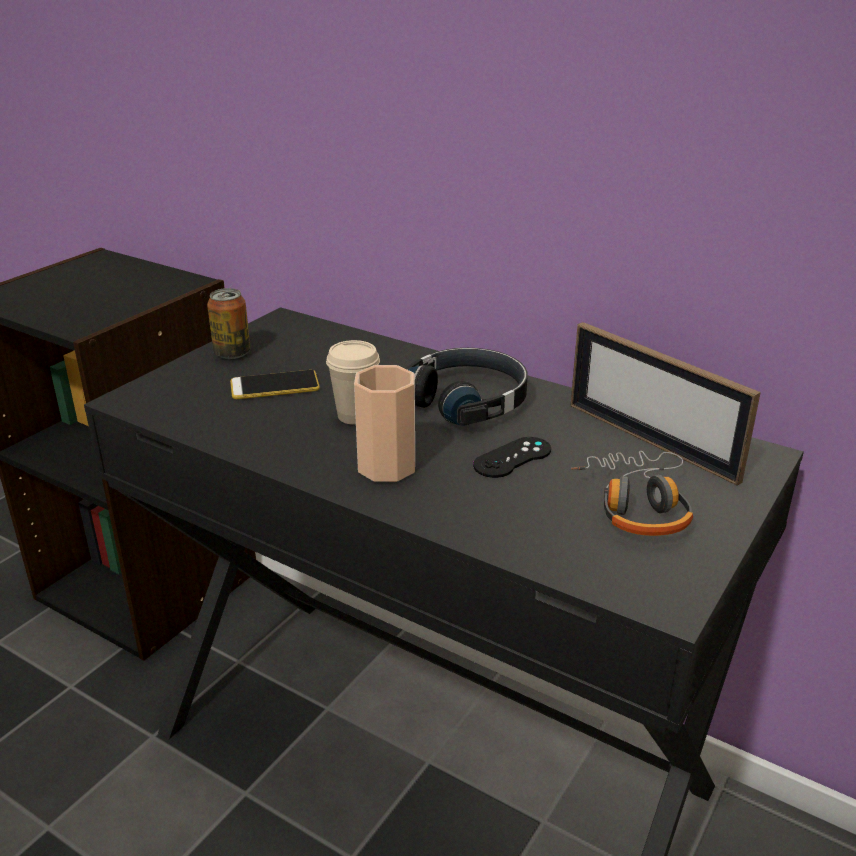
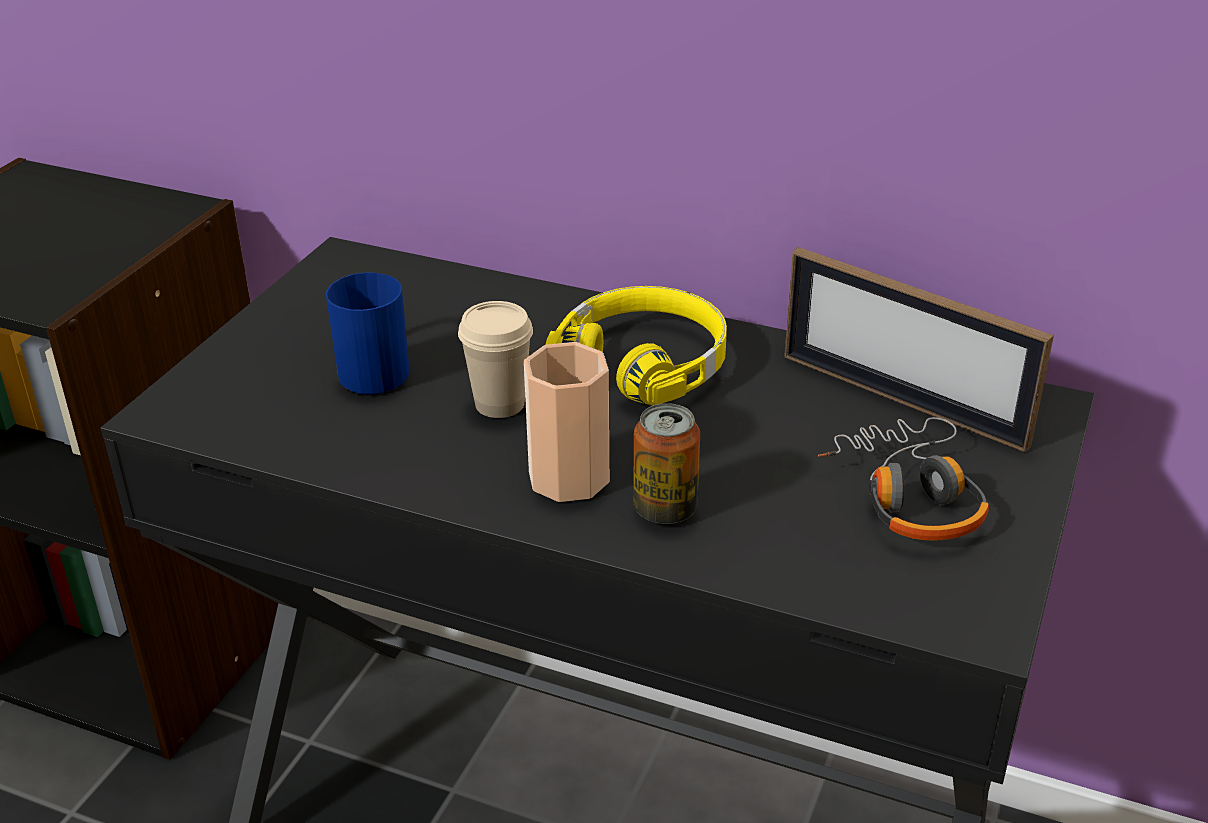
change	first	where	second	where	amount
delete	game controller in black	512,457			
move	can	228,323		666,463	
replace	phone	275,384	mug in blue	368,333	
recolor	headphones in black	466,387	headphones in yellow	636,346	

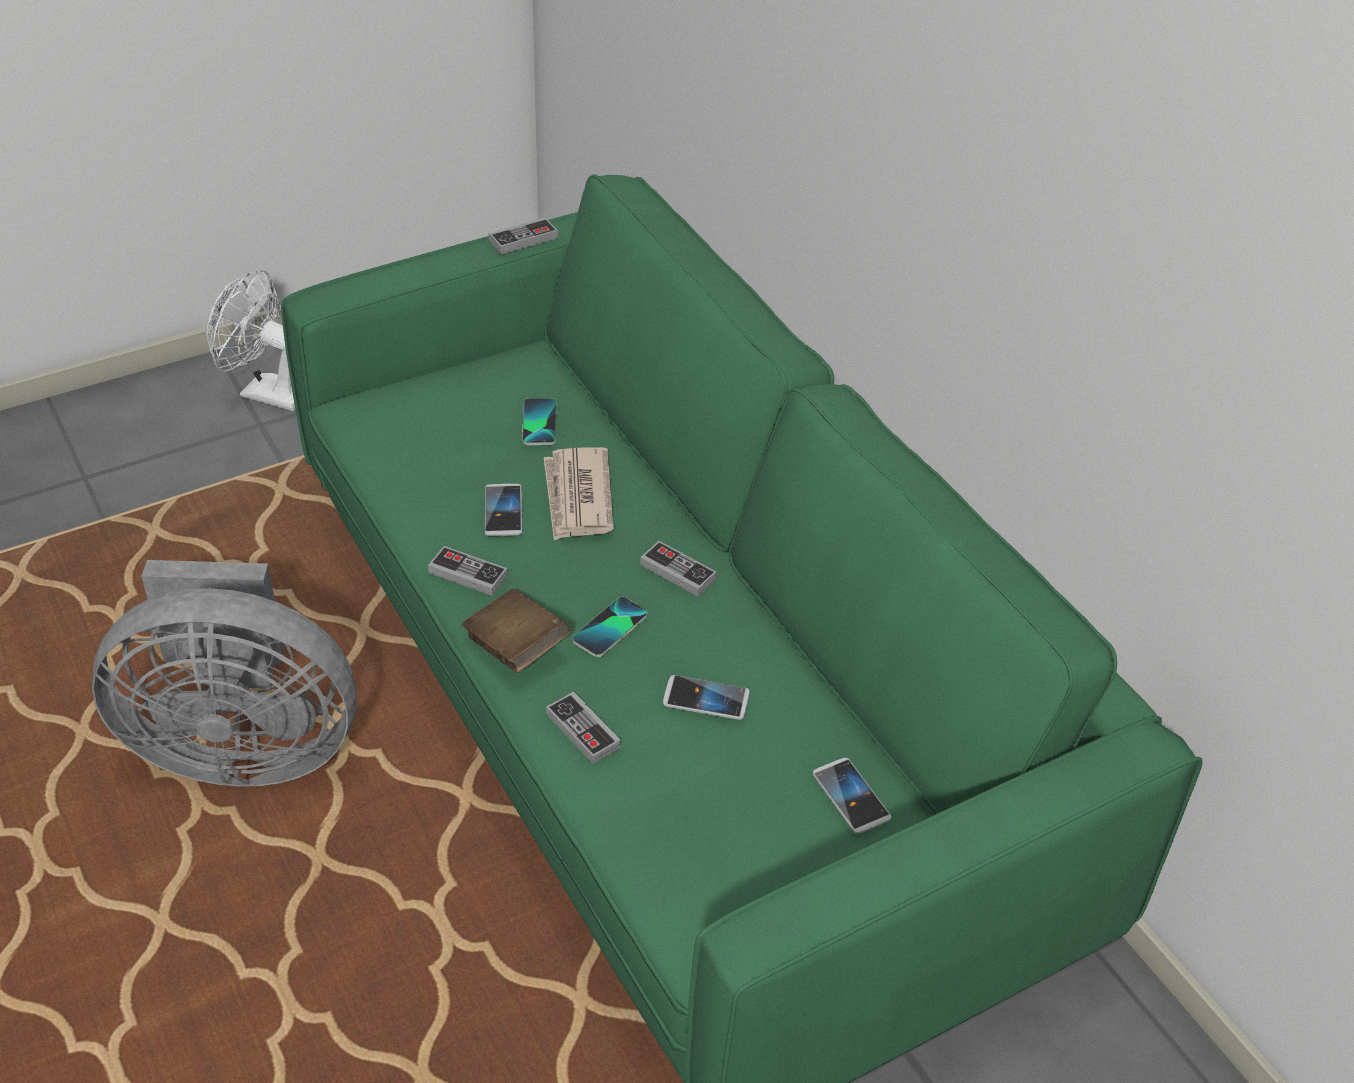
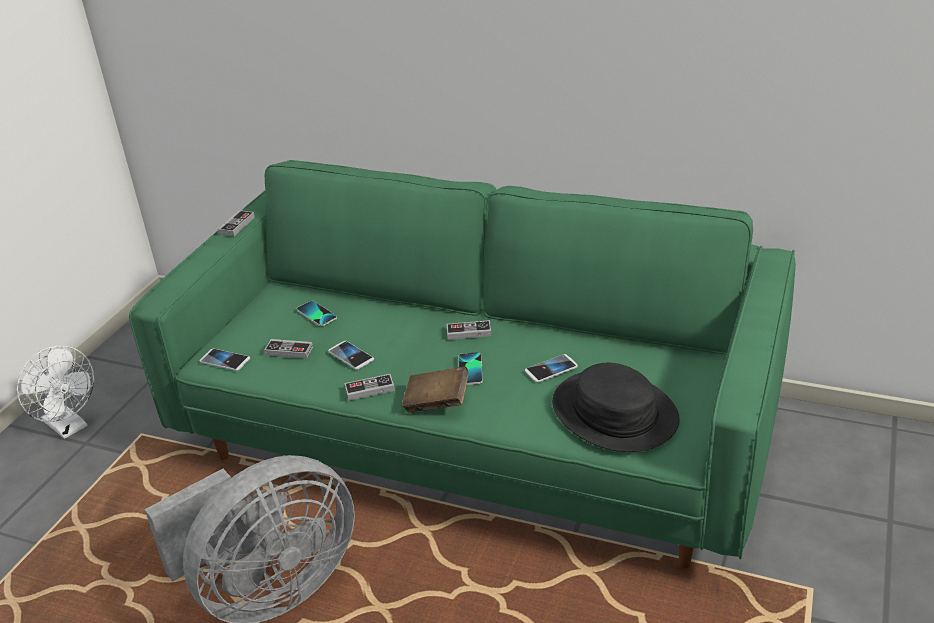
change	first	where	second	where	amount
delete	newspaper	579,494			
insert			hat in black	616,407	
move	game controller	583,727		288,349	
move	phone	852,796		225,359	
rotate	fan in white	250,340		55,392	120 degrees counterclockwise

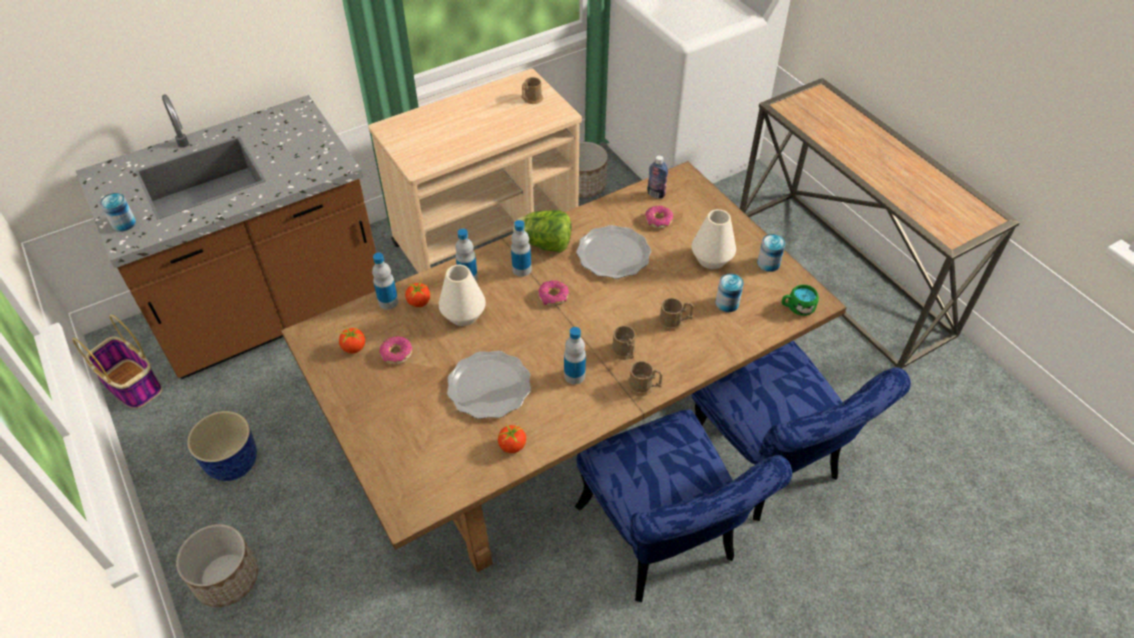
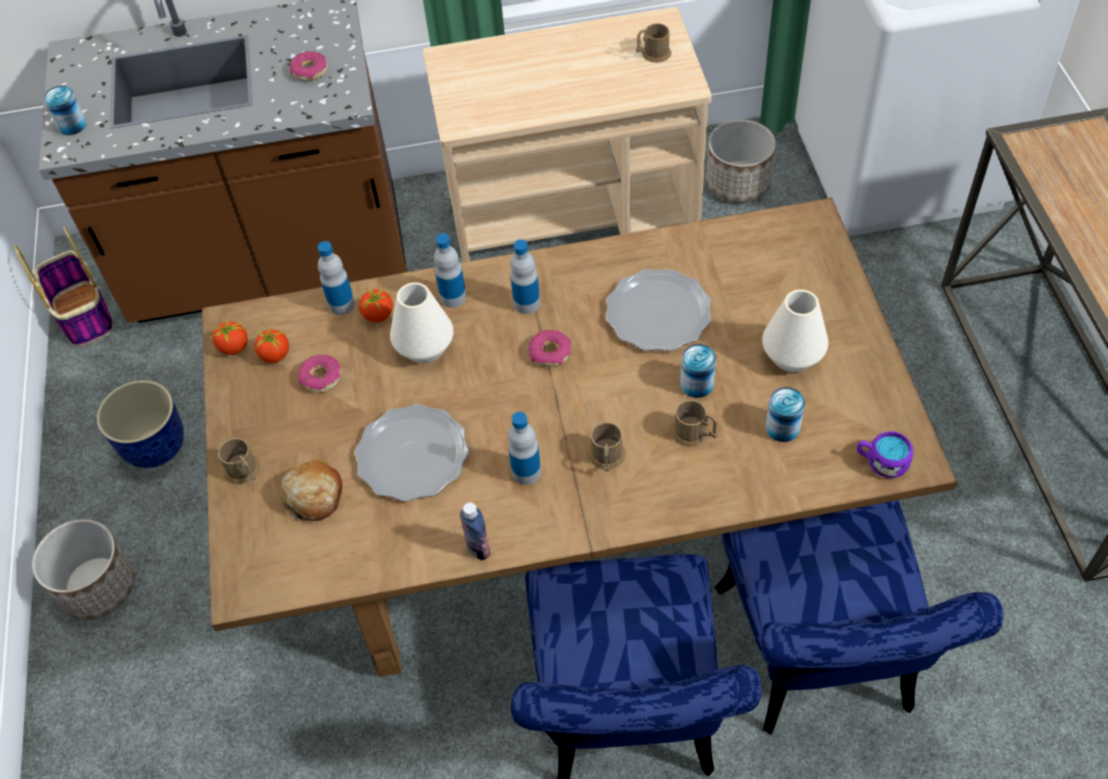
change	first	where	second	where	amount
delete	lettuce	542,231			
insert			bread	310,490	
move	tomato	511,438		227,336	
move	mug in brown	645,378		239,461	
move	donut	659,217		308,66	
move	bottle	657,177		475,531	
move	can	771,253		698,371	
recolor	mug in green	800,300	mug in purple	885,454	

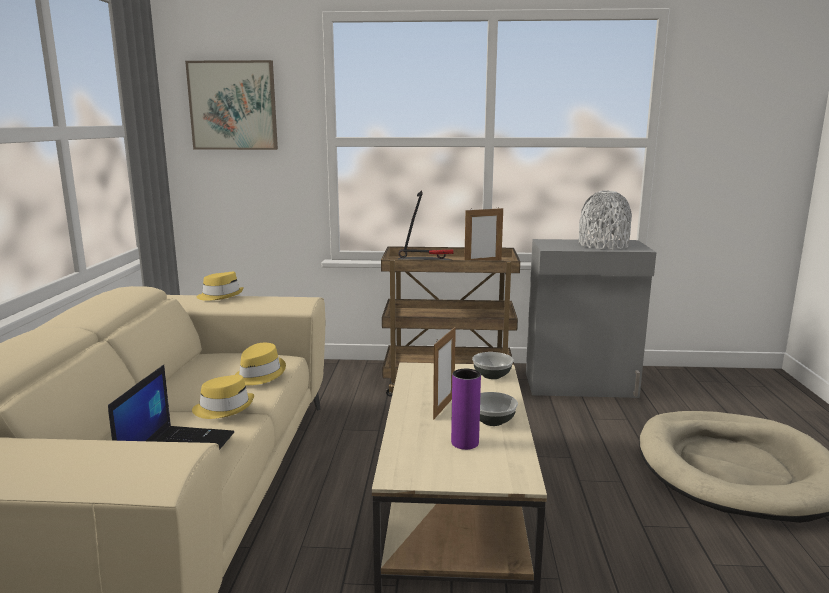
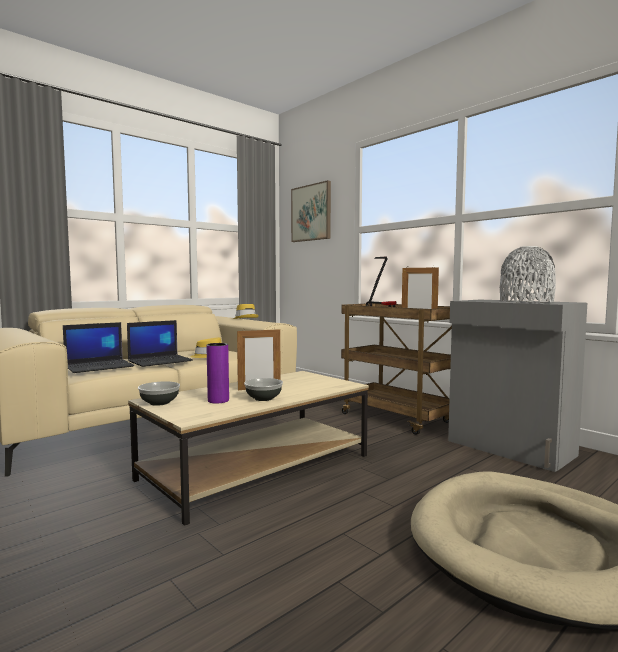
change	first	where	second	where	amount
move	bowl	493,365		159,393	
replace	hat in yellow	223,397	laptop	160,343	

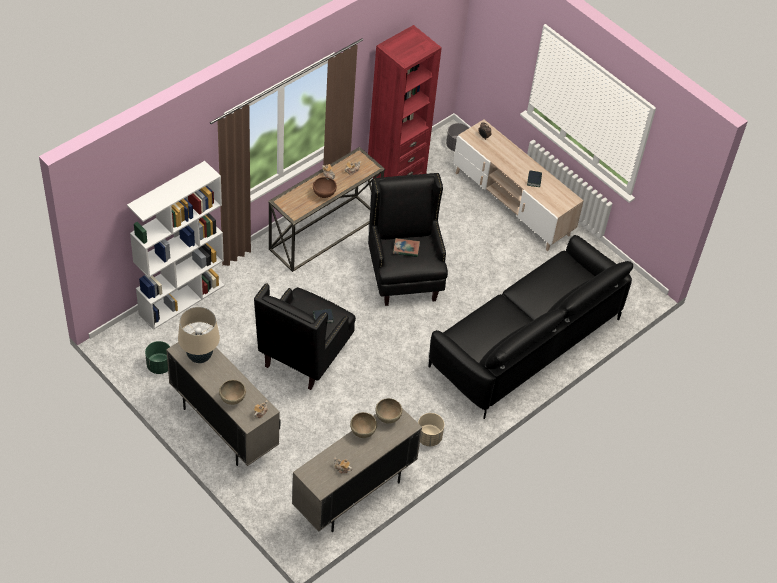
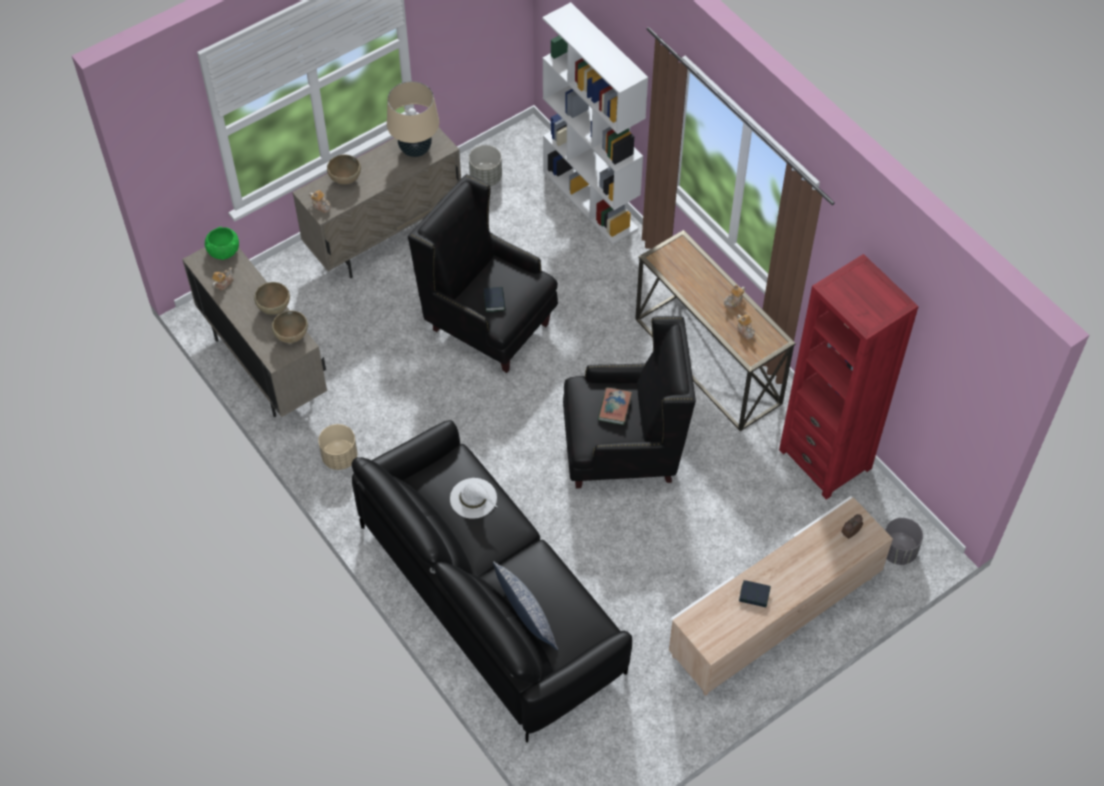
change	first	where	second	where	amount
delete	bowl in brown	325,187			
insert			bowl in green	222,243	
insert			hat in white	473,498	
insert			pillow	525,605	
recolor	planter in green	157,357	planter in grey	485,165	

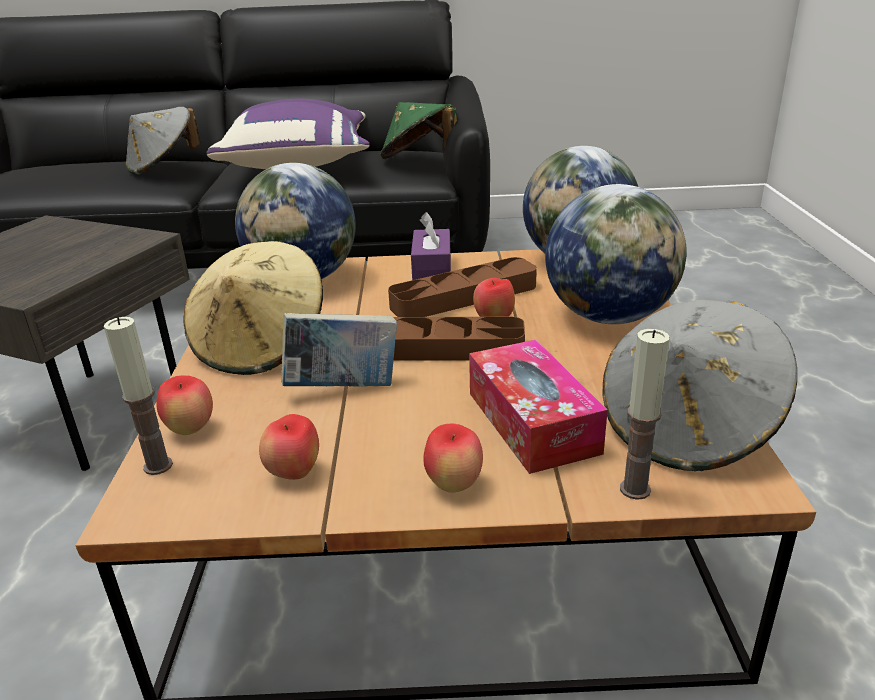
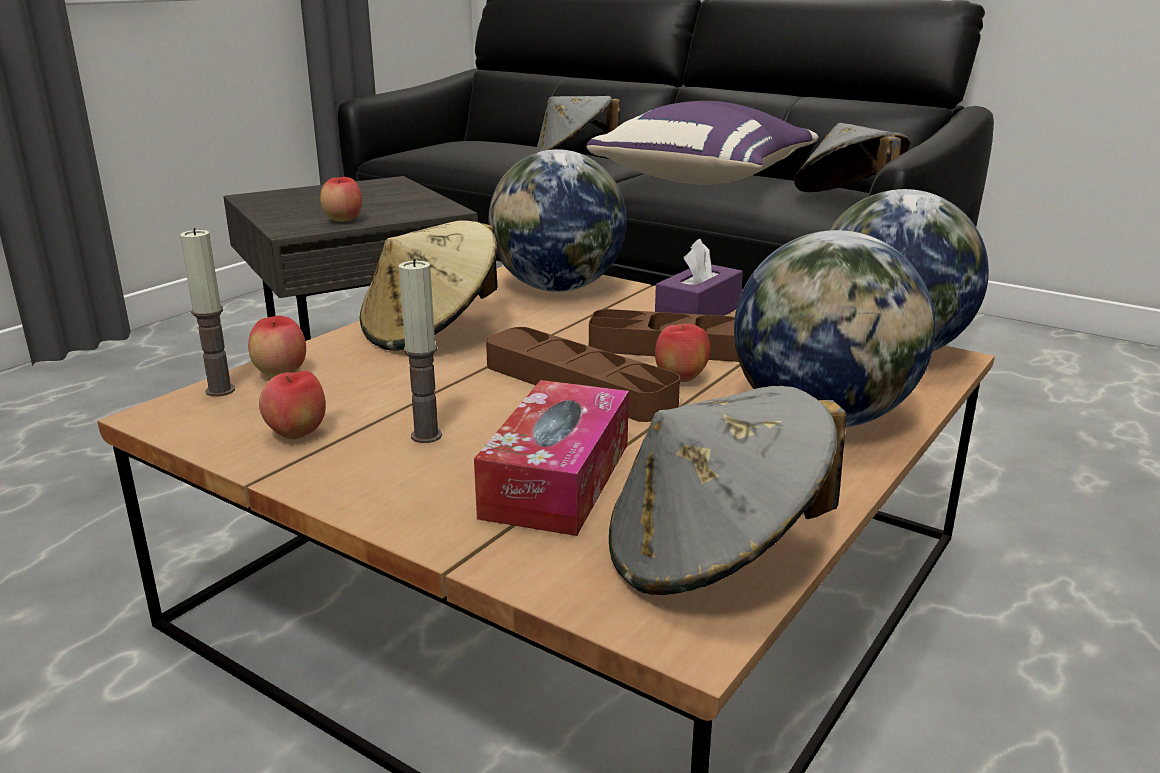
change	first	where	second	where	amount
delete	book	339,350			
move	apple	453,458		341,199	
move	candle	645,414		420,351	
recolor	hat in green	419,130	hat in grey	852,157	

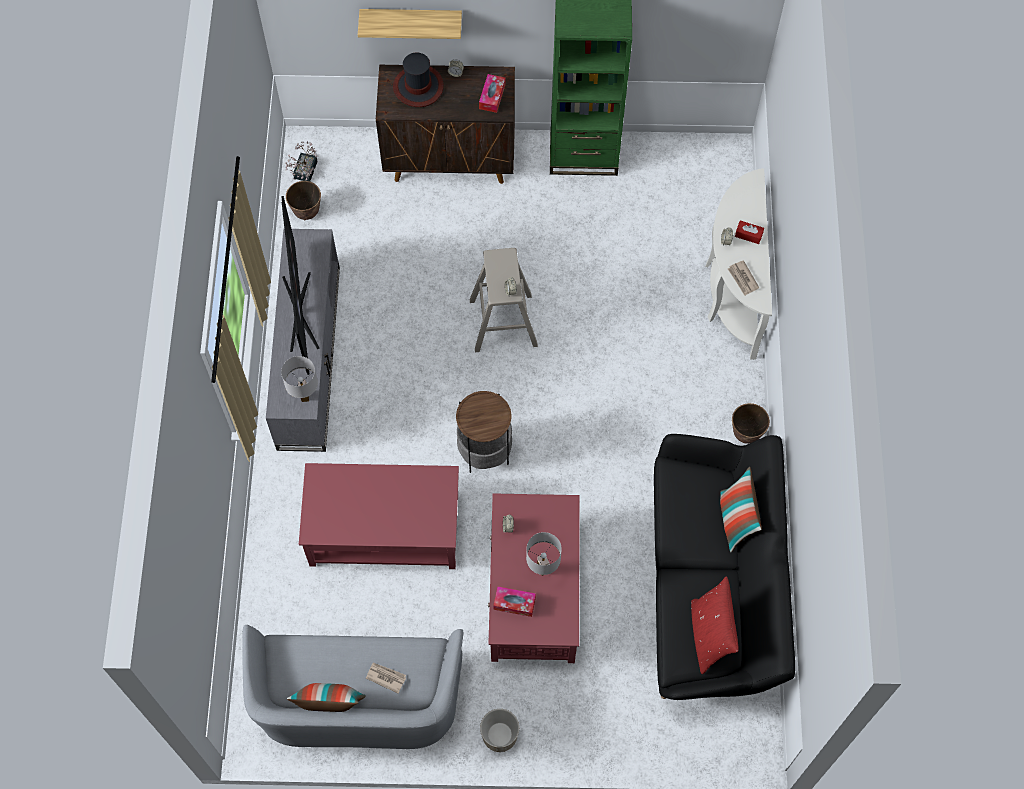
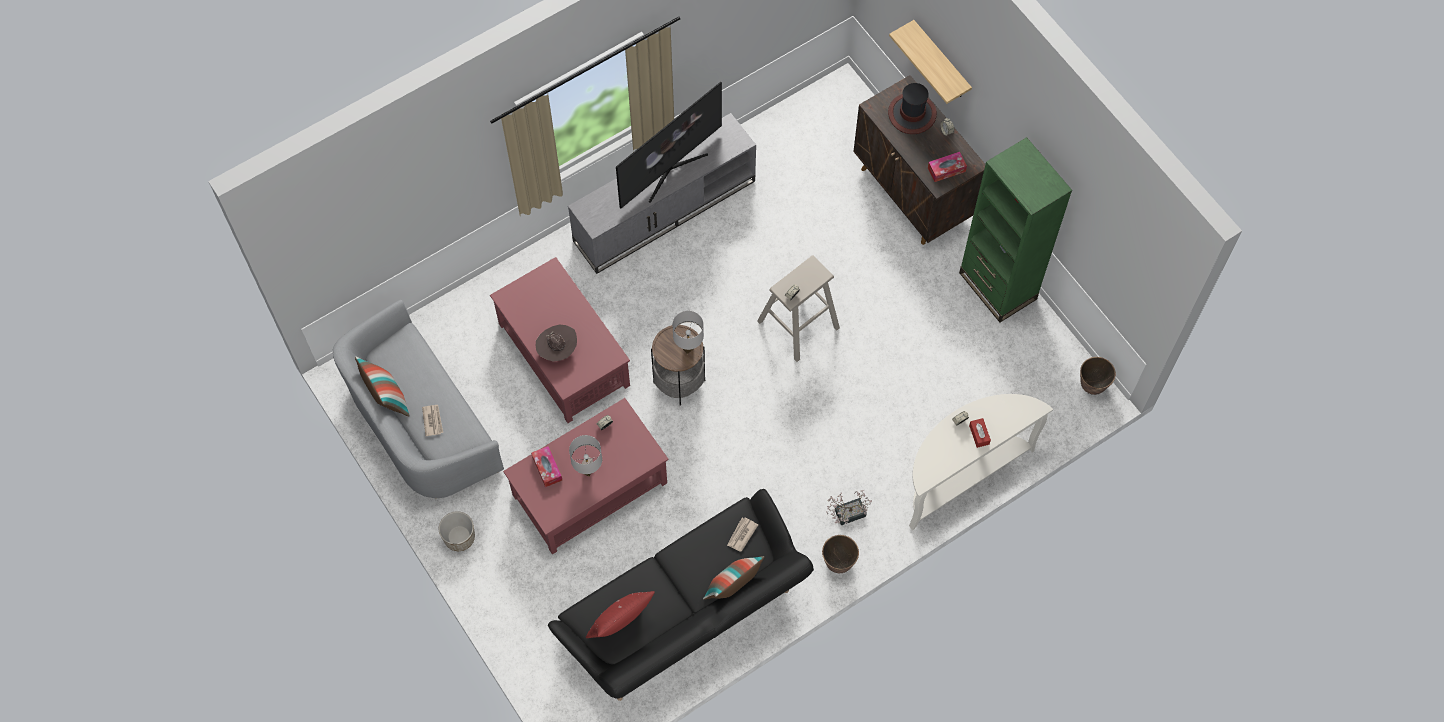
change	first	where	second	where	amount
insert			hat in brown	556,343	
move	table lamp in white	299,379		688,332	
move	potted plant	301,161		849,508	
move	planter	303,200		1098,376	
move	newspaper	743,278		742,534	

